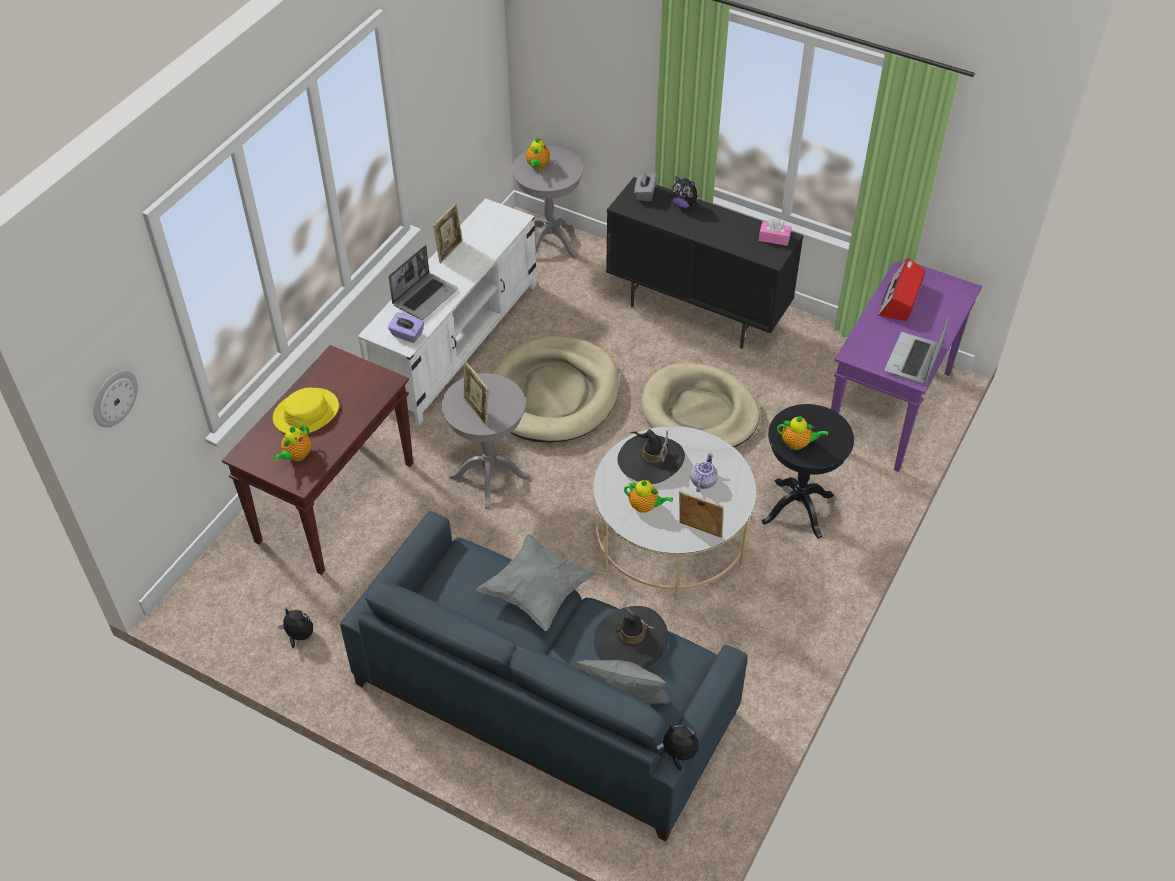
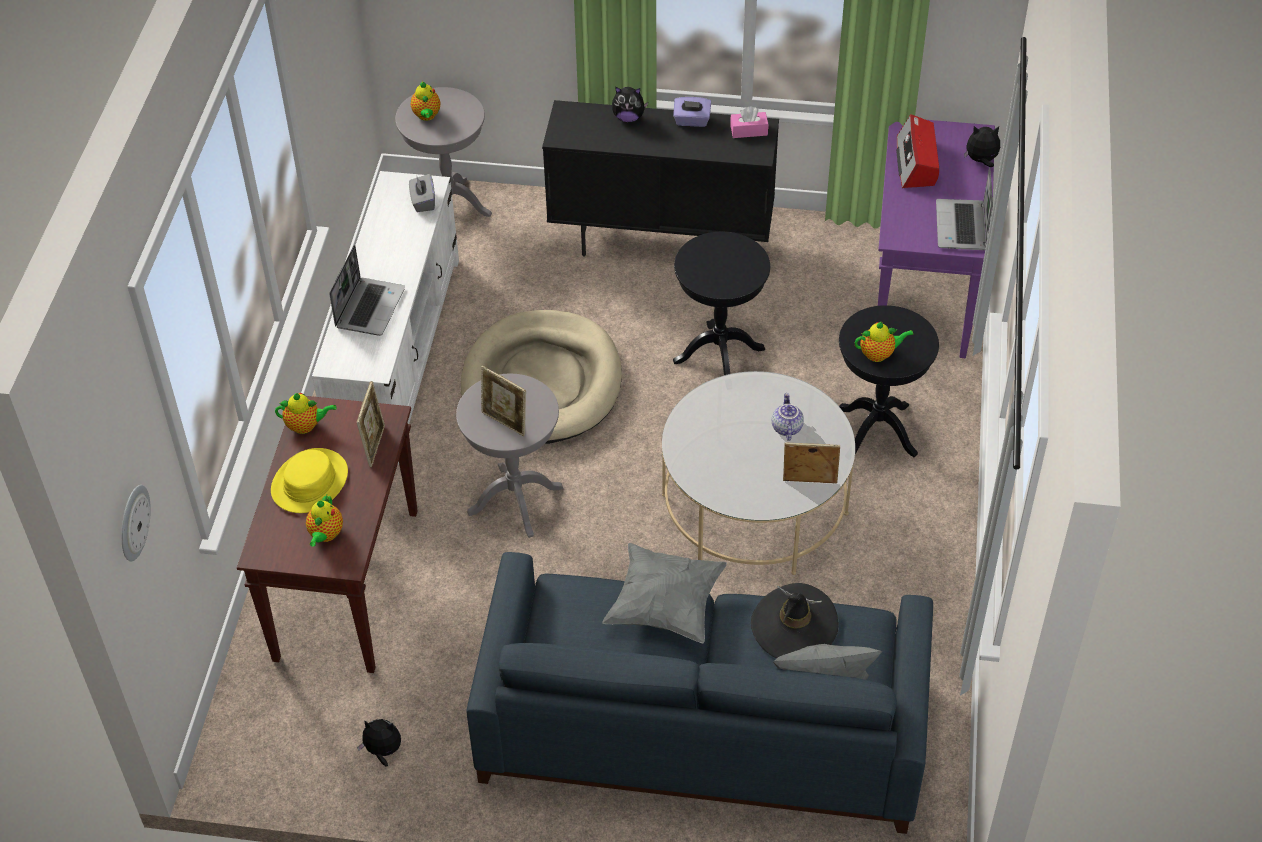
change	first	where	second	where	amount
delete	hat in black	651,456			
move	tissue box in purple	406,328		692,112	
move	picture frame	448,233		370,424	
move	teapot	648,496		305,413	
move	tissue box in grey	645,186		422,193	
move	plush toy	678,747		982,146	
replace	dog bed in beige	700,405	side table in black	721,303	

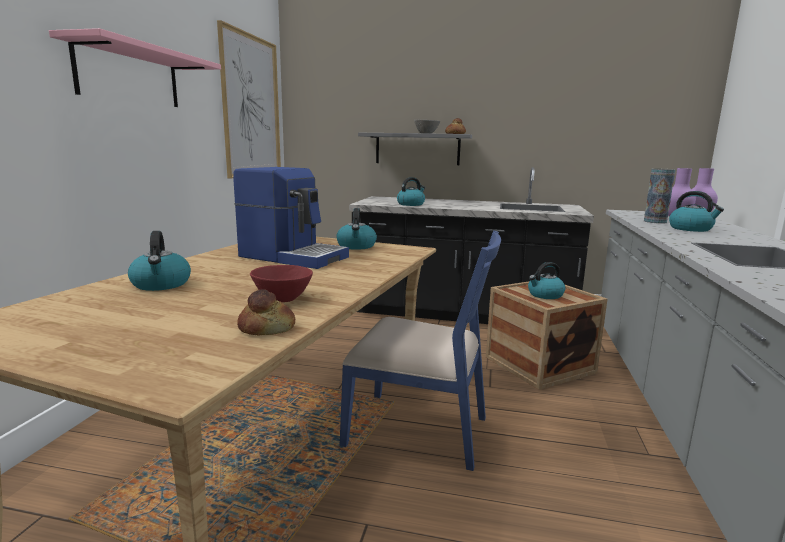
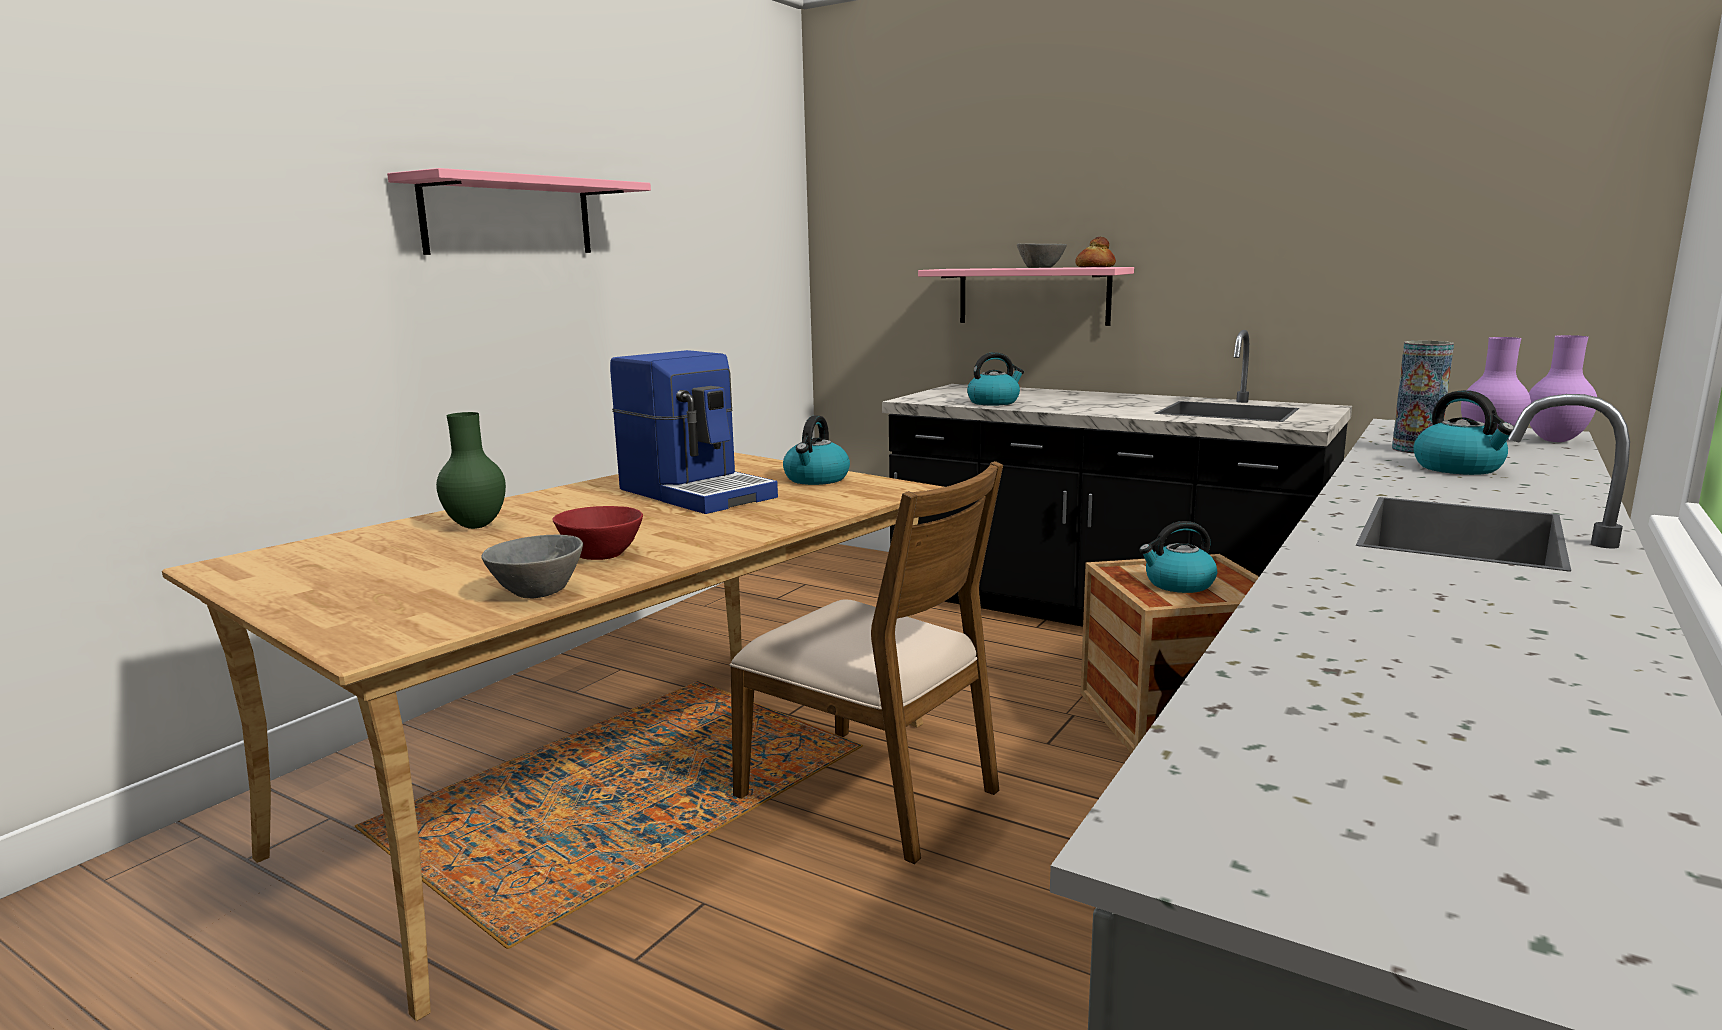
change	first	where	second	where	amount
delete	picture	249,99			
replace	kettle	159,261	vase in green	471,470	
replace	bread	266,312	bowl in grey	532,566	
recolor	chair in blue	420,350	chair in brown	866,662	
recolor	shelf in grey	415,149	shelf in pink	1026,296	

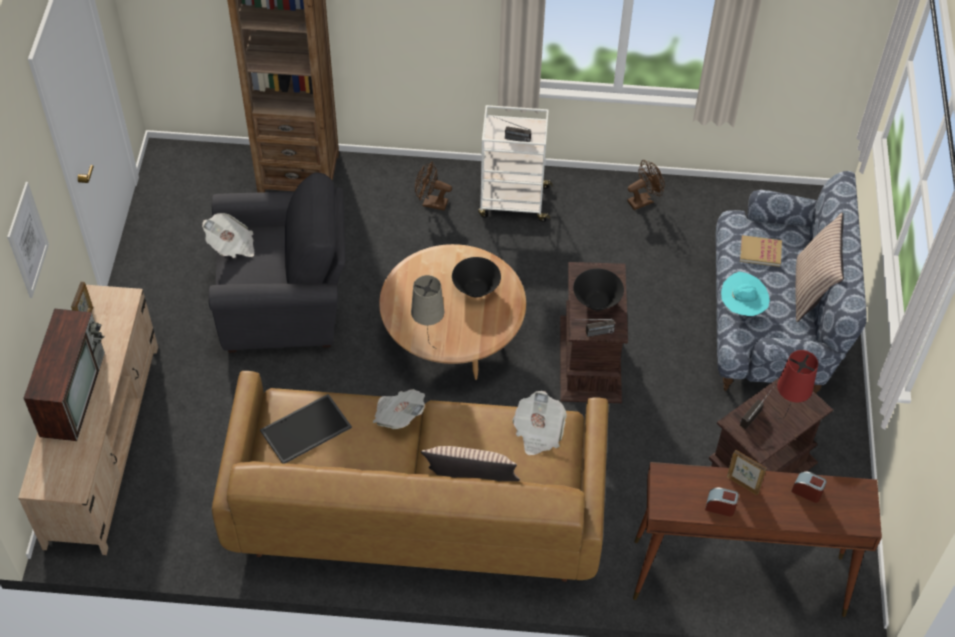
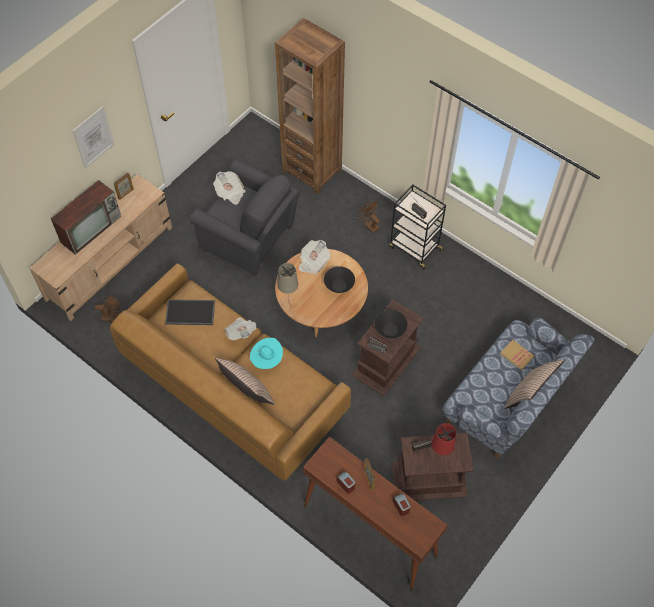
change	first	where	second	where	amount
move	newspaper	540,423		314,257	
move	fan in brown	646,185		107,308	
move	hat in turquoise	745,294		266,353	
recolor	cart in white	515,163	cart in black	417,227	

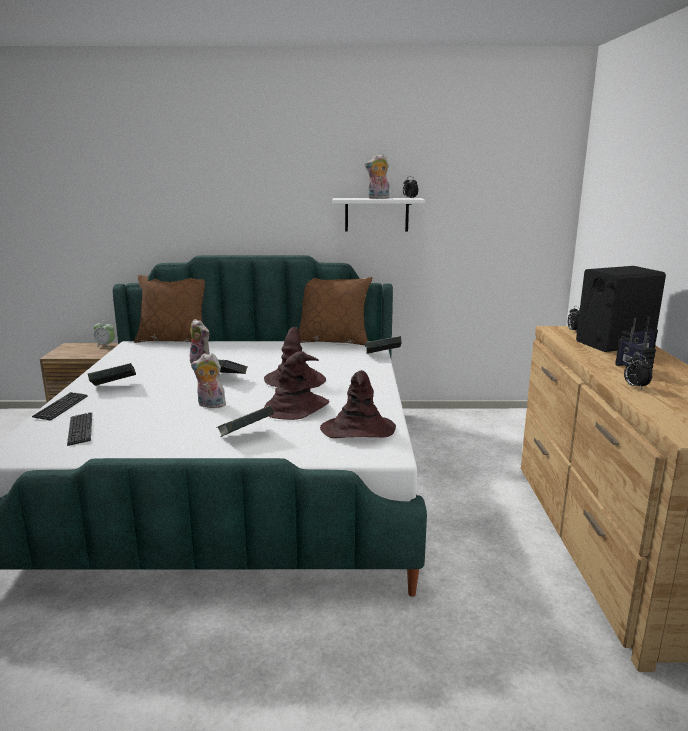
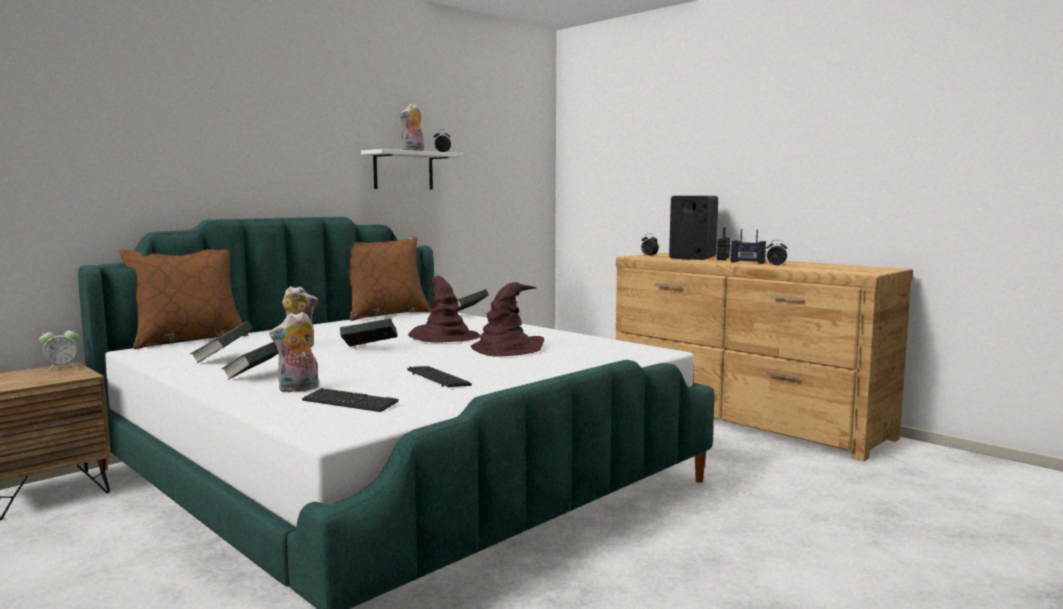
change	first	where	second	where	amount
delete	hat in brown	358,404			
move	keyboard	60,406		439,376	
move	plush toy	208,380		294,352	
move	book	245,421		221,342	

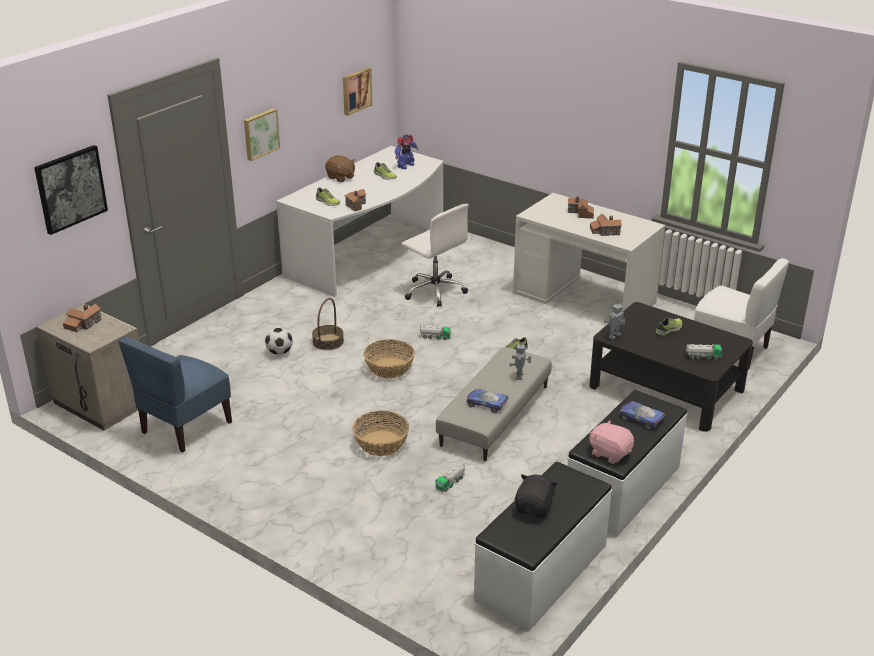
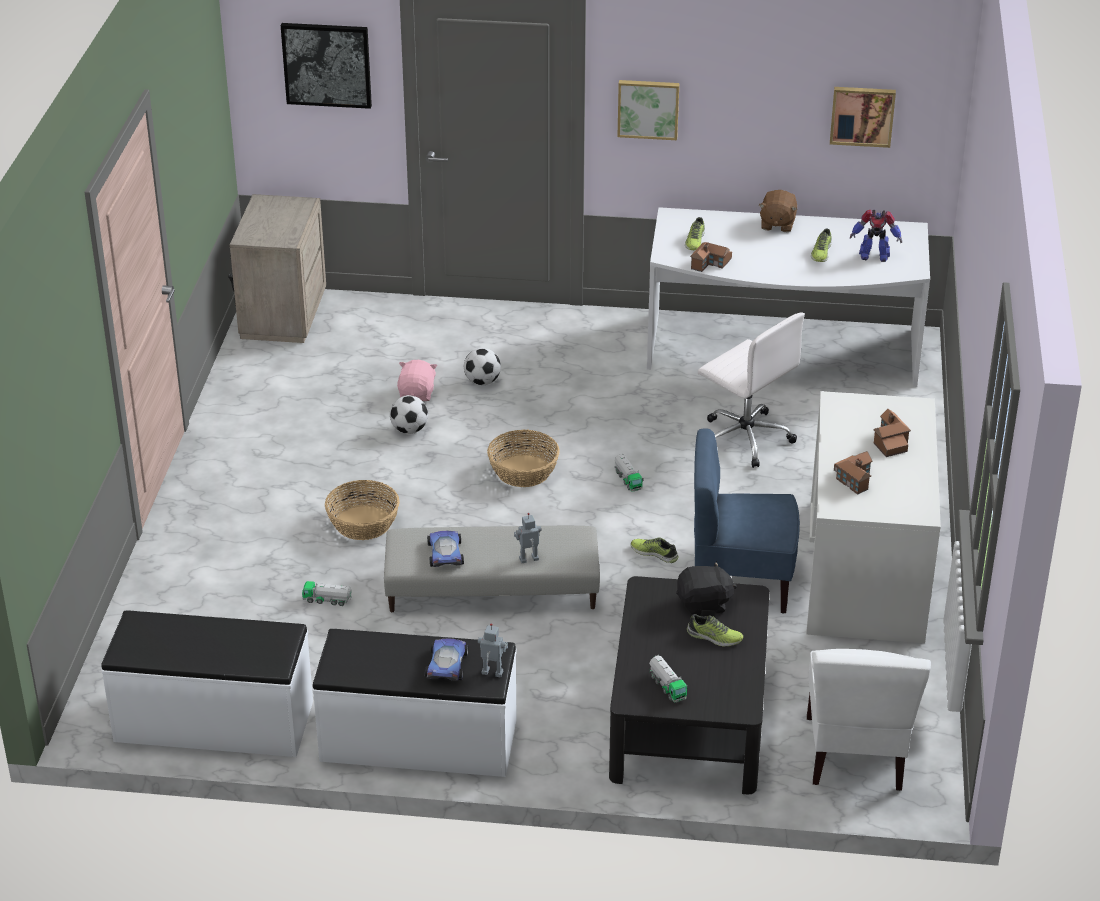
change	first	where	second	where	amount
delete	toy house	82,318			
delete	basket	328,324			
insert			football	409,414	
move	chair in blue	175,394		747,521	
move	plush toy in black	536,496		706,588	
move	plush toy in pink	611,442		417,380	
move	toy robot	614,321		493,650	
rotate	office chair in white	435,255		751,390	60 degrees counterclockwise

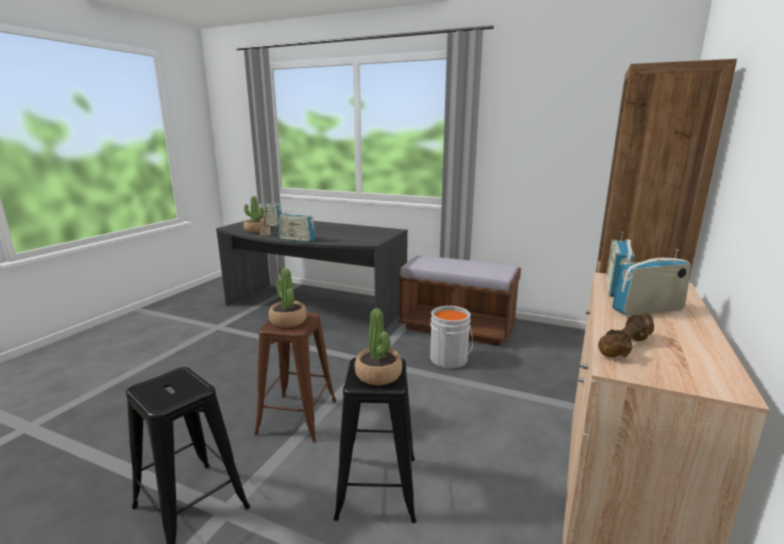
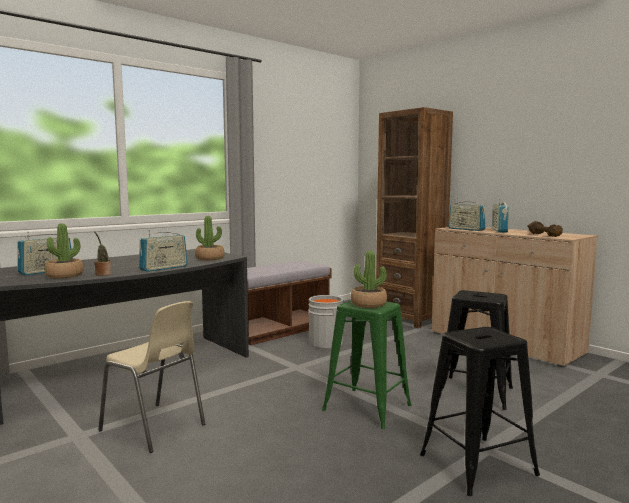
change	first	where	second	where	amount
insert			chair in beige	151,377	
move	potted plant	378,346		209,238	
recolor	stool in brown	295,378	stool in green	367,365	

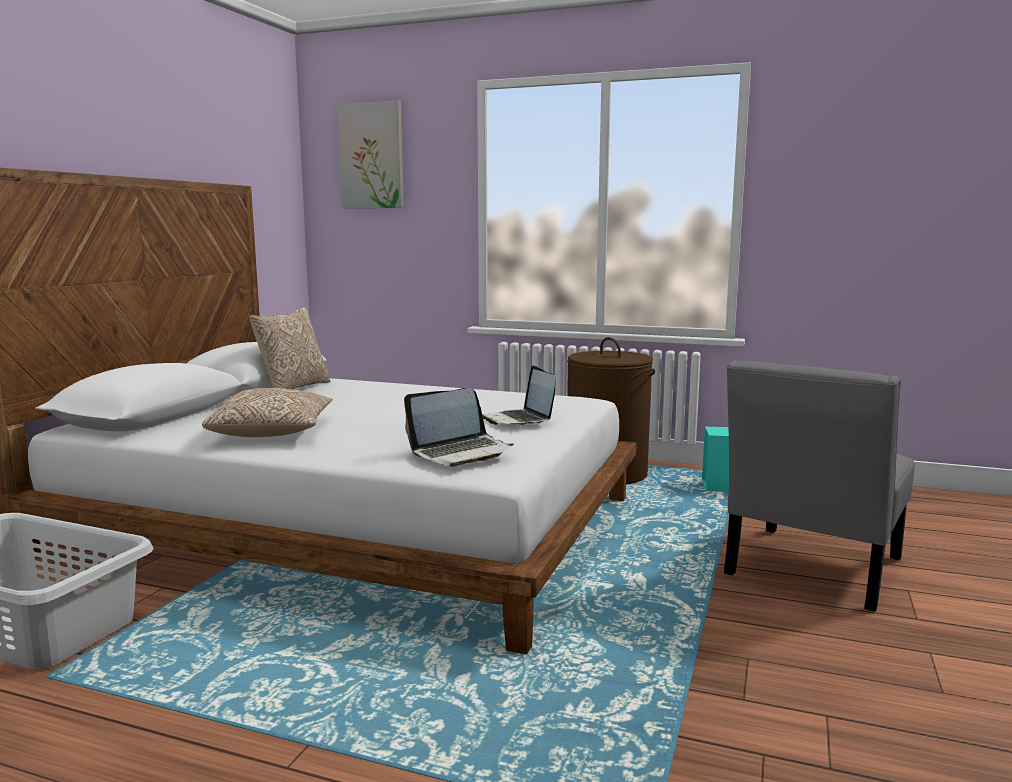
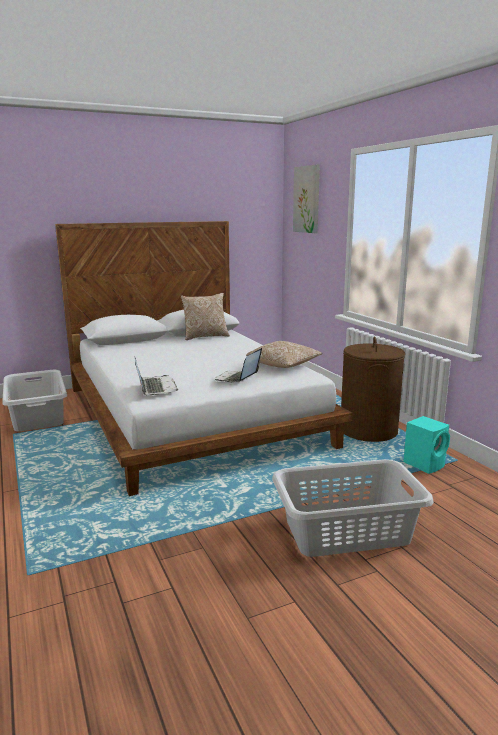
change	first	where	second	where	amount
move	pillow	267,412		284,354	
replace	chair in grey	819,486	laundry basket in grey	353,508	
rotate	laptop	459,427		156,375	120 degrees counterclockwise

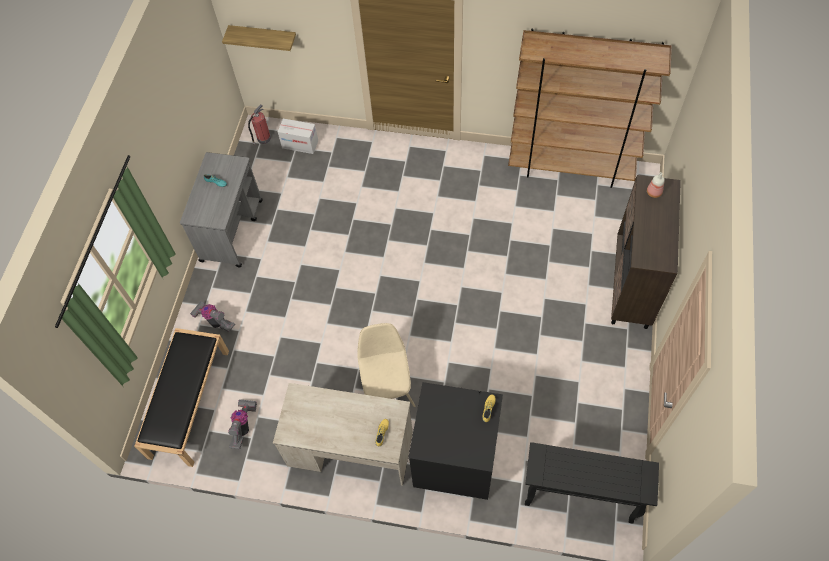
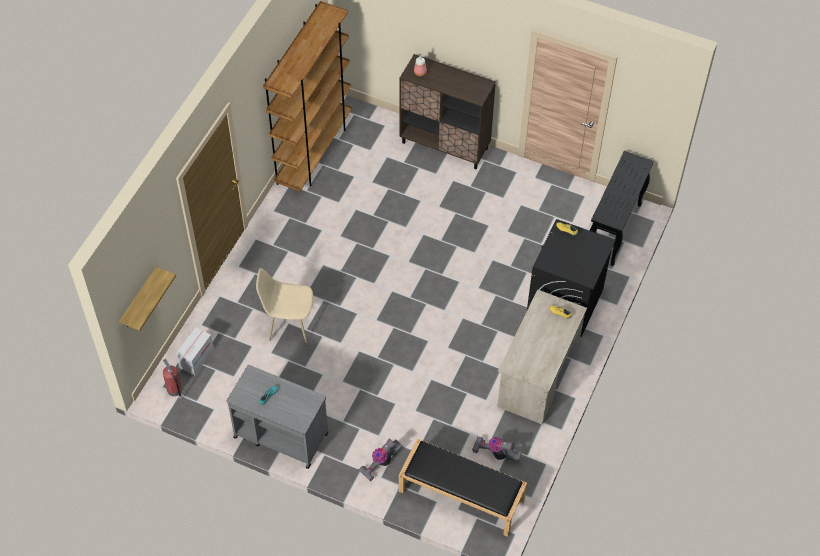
change	first	where	second	where	amount
move	chair in beige	386,365		284,305	

